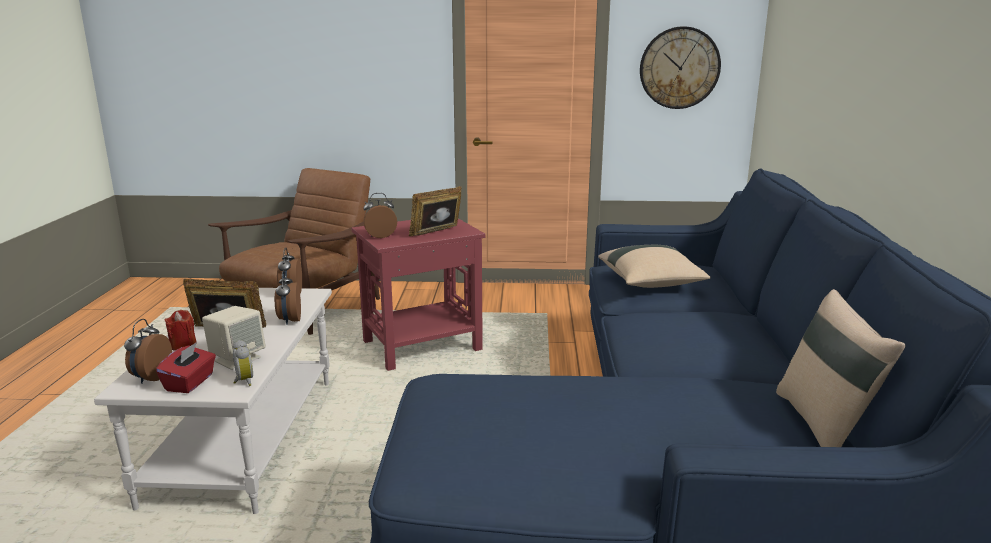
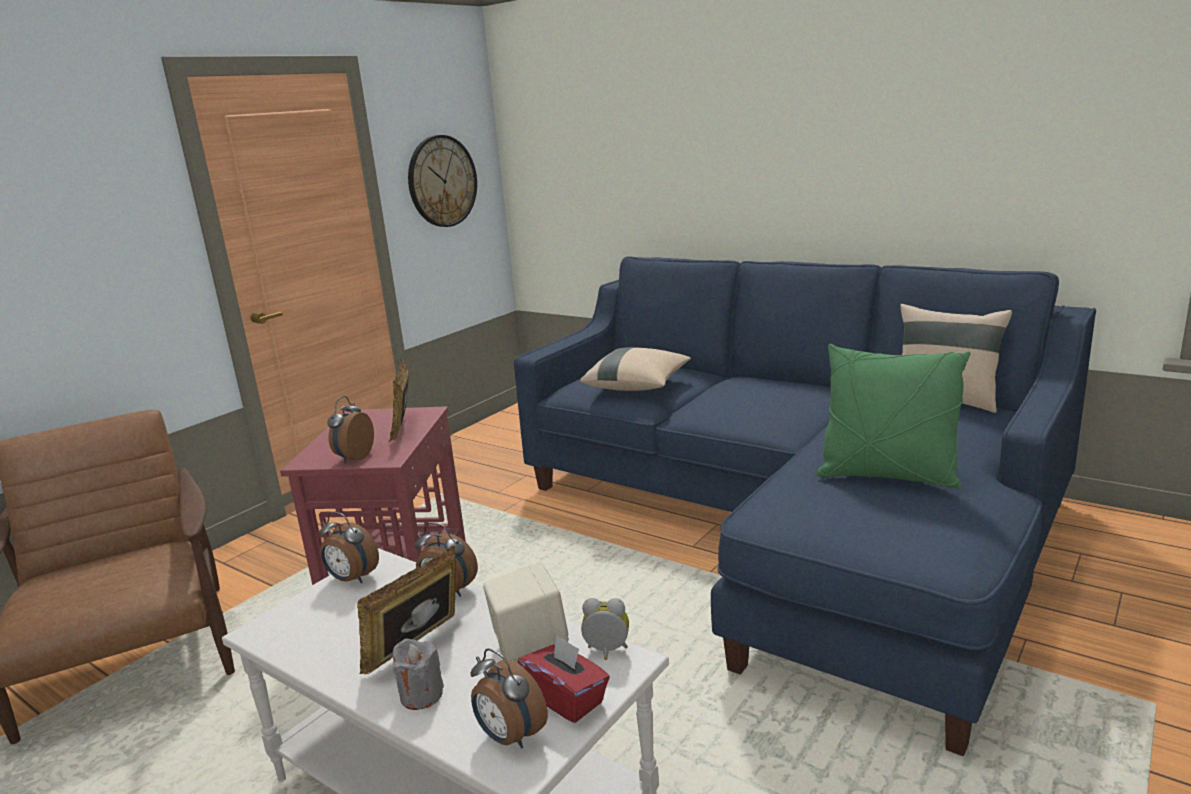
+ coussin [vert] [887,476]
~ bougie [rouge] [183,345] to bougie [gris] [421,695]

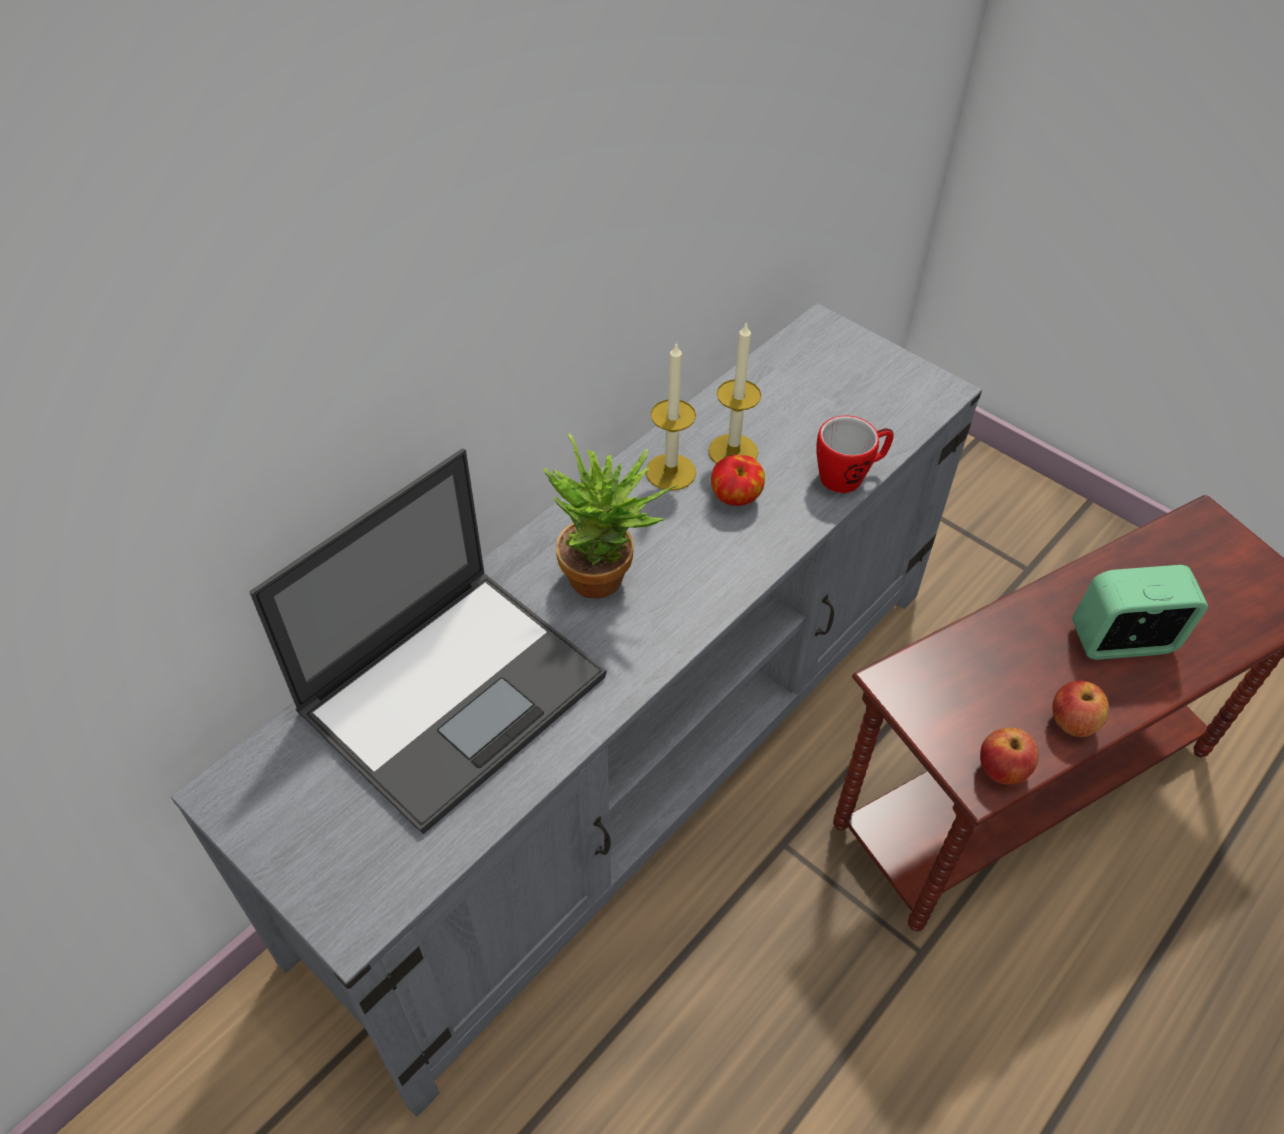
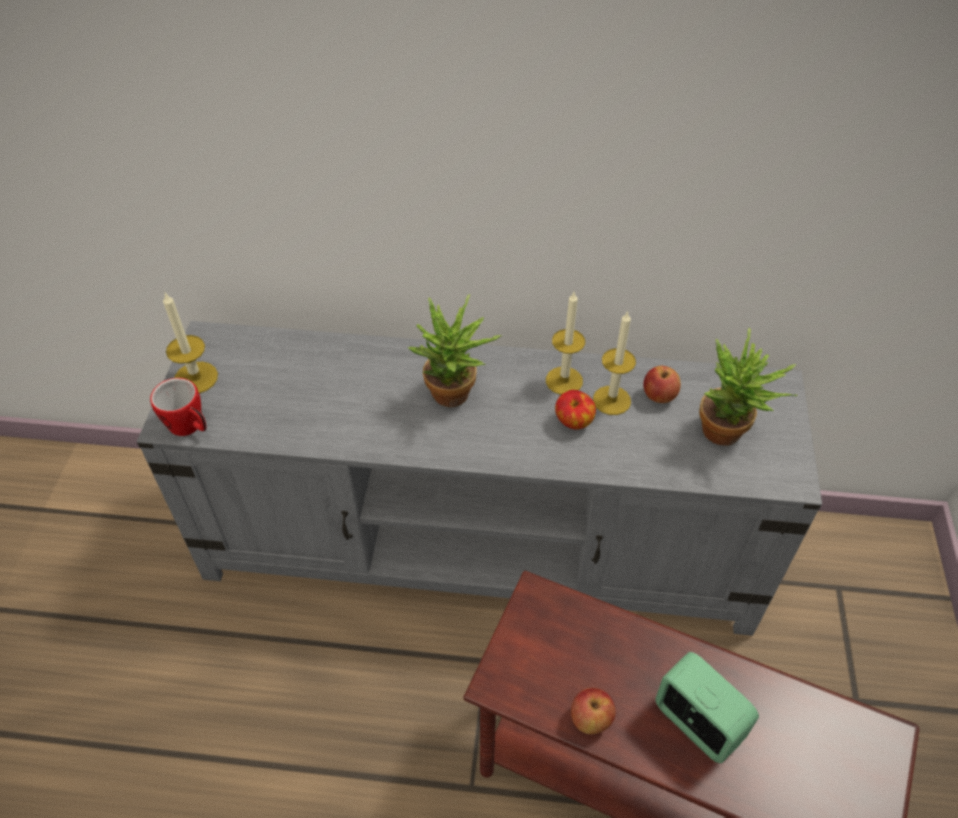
- ordinateur portable [455,691]
+ bougie [196,378]
+ plante en pot [728,435]
~ mug [849,476] to [190,427]
~ pomme [1002,770] to [658,396]

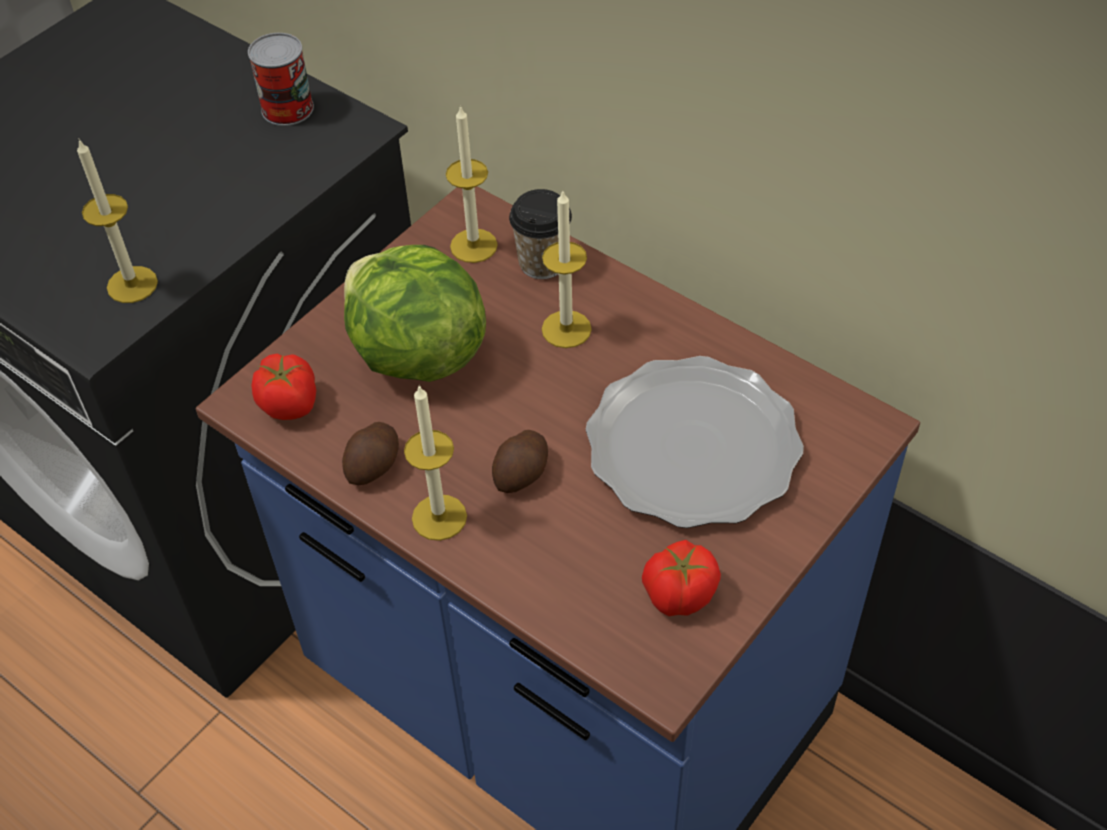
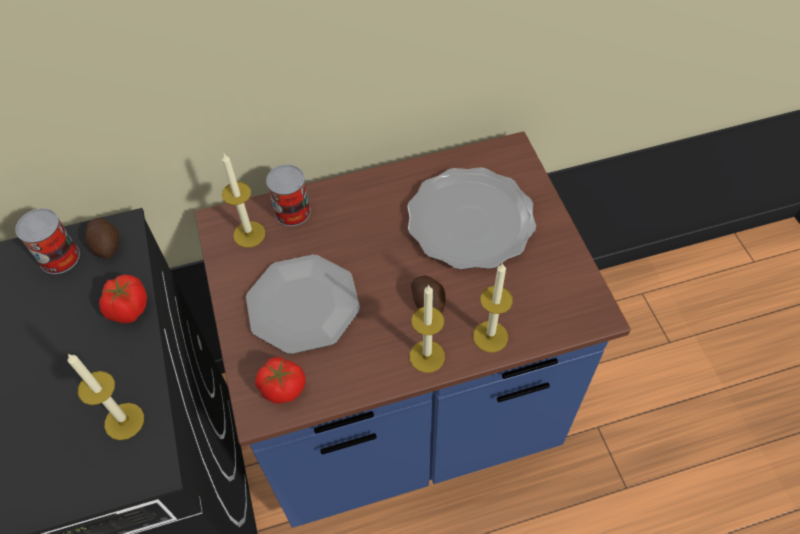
~ pomme de terre [375,465] to [107,244]
~ bougie [566,329] to [490,336]
~ tomate [678,594] to [128,309]
~ laitue [415,355] to assiette [303,305]
~ tasse [542,263] to boîte métallique [292,211]

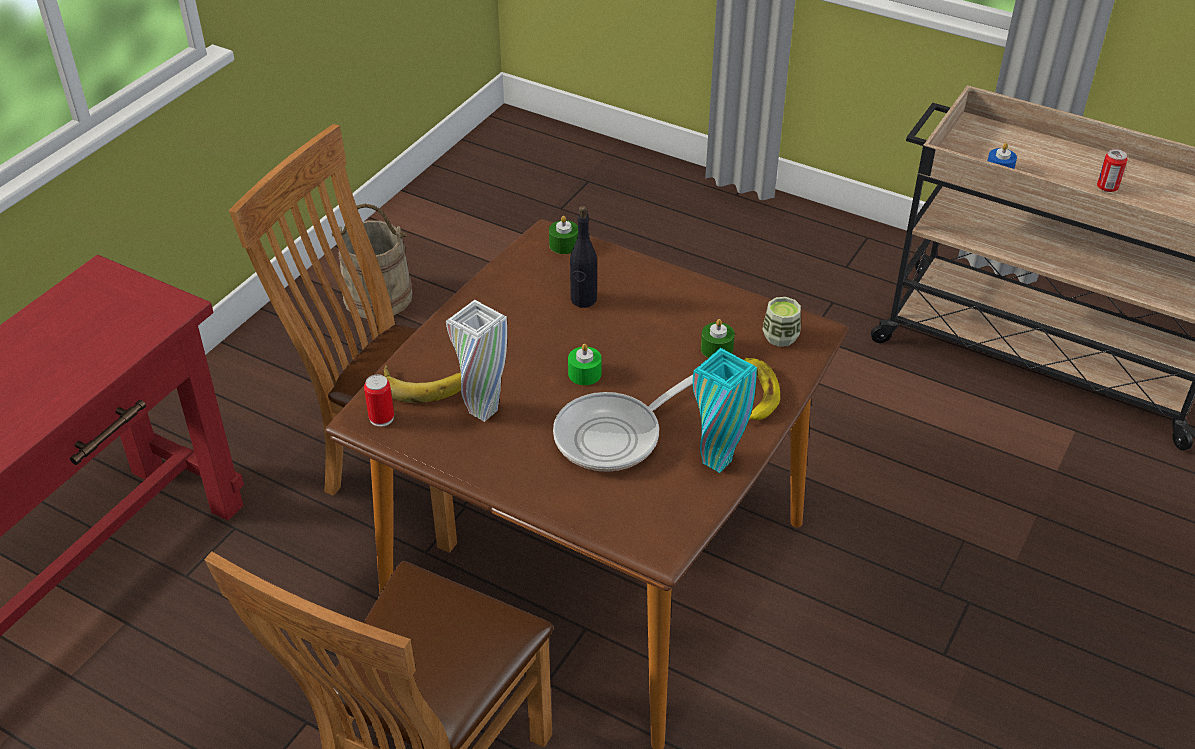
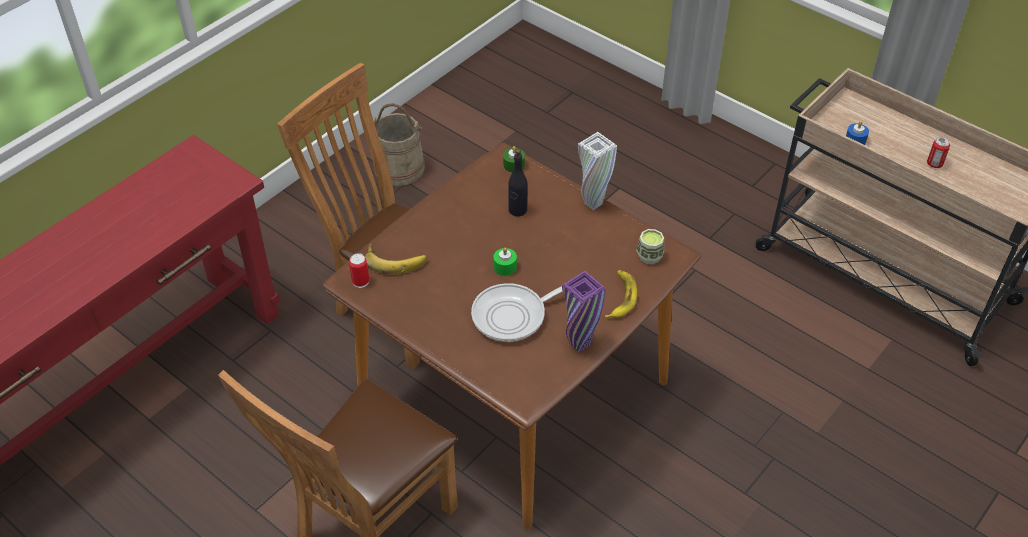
- bougie [vert] [716,349]
~ vase [blanc] [483,411] to [593,203]
~ vase [turquoise] [717,462] to vase [violet] [579,344]

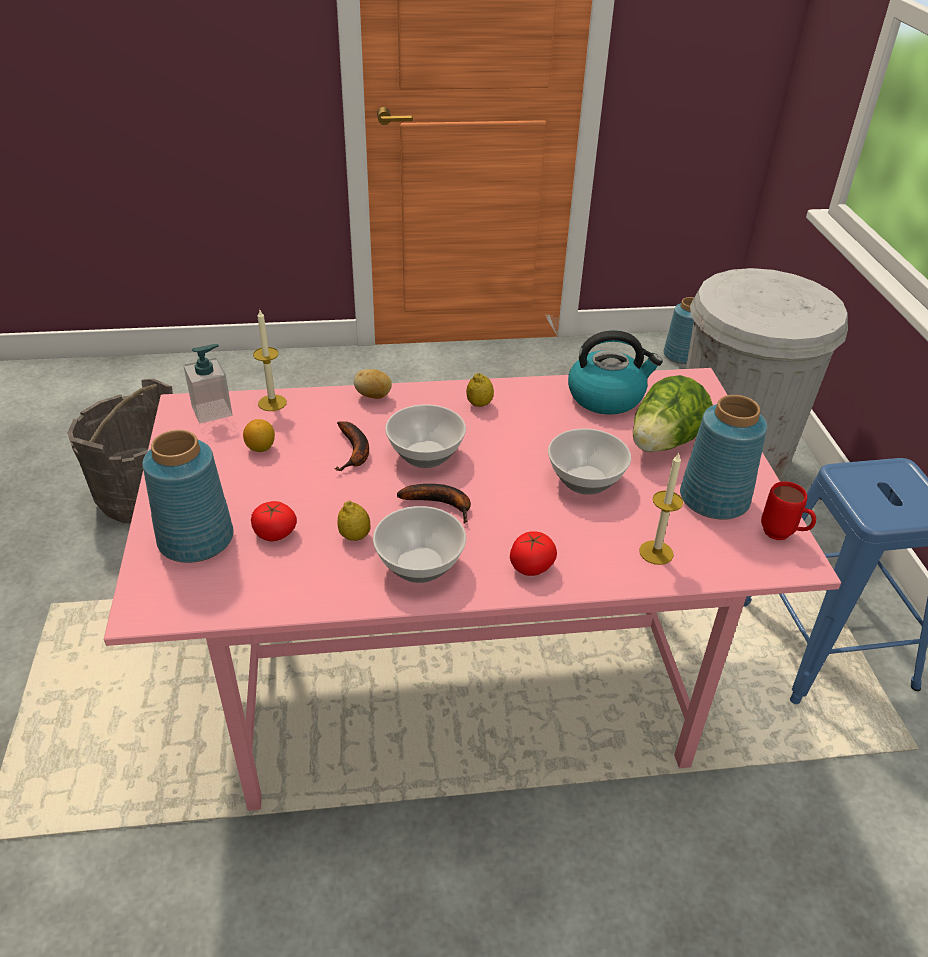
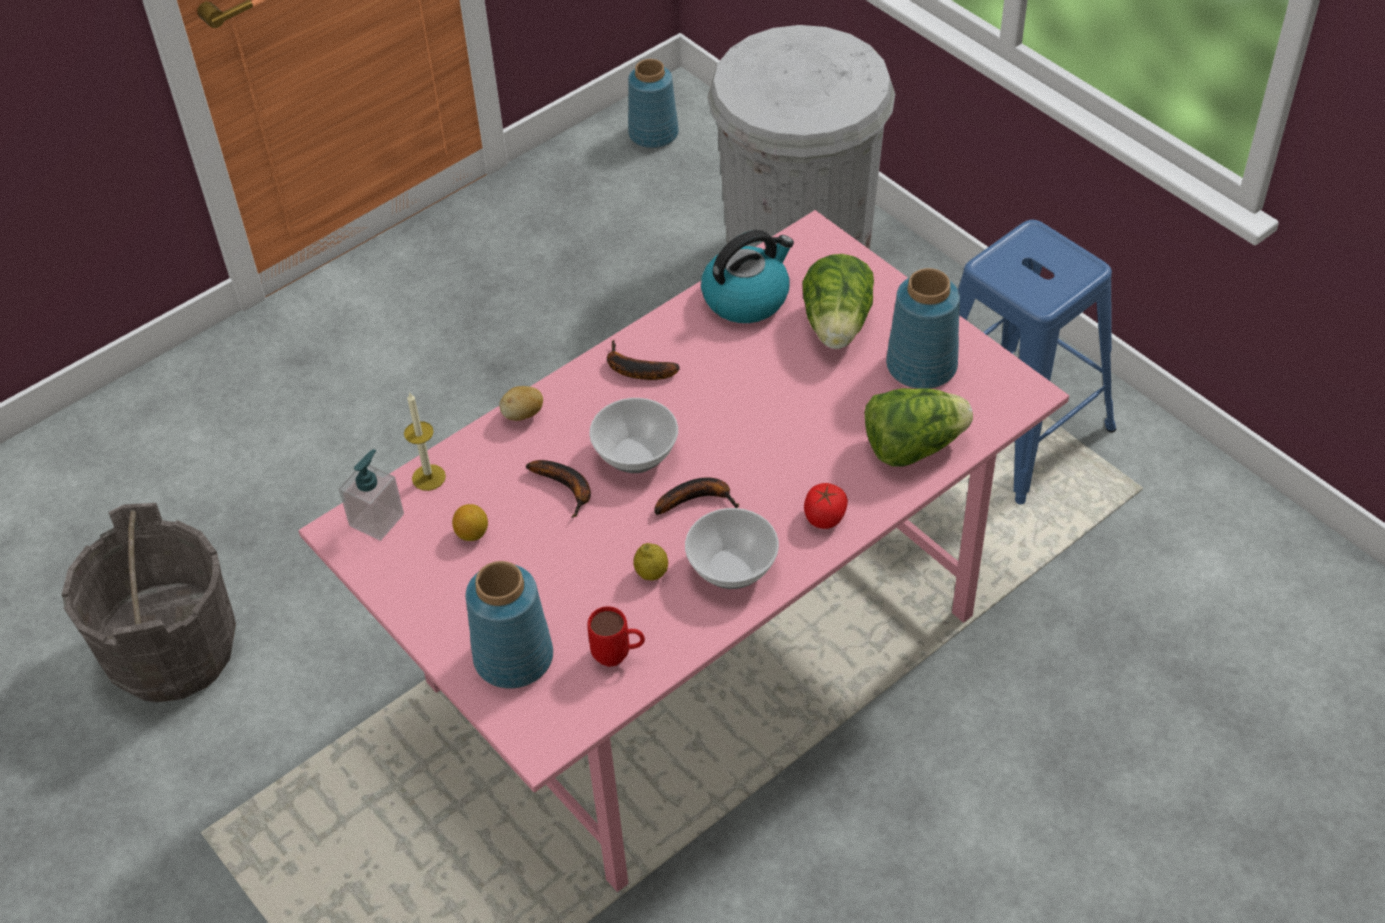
- tomate [275,532]
- bol [584,481]
~ mug [rouge] [782,536] to [619,656]
~ citron [479,404] to banane [635,370]
~ bougie [656,552] to laitue [913,447]

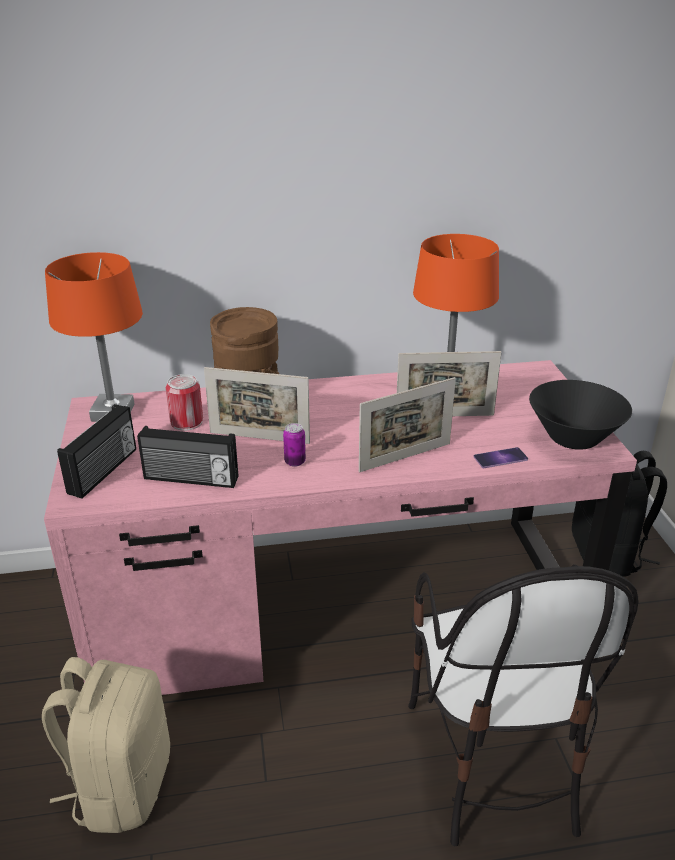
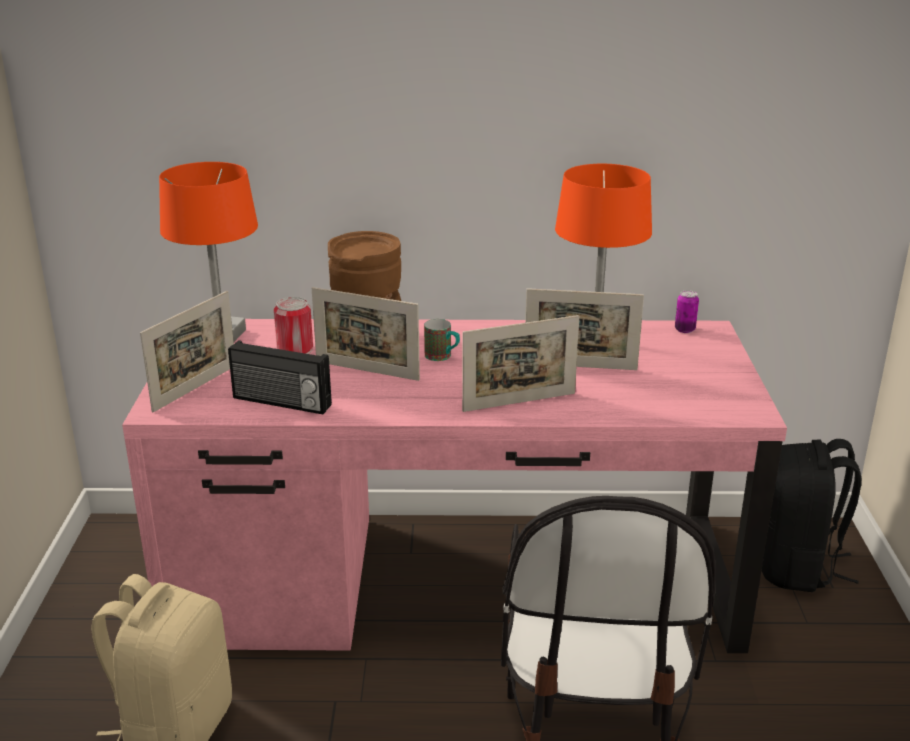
- téléphone [500,458]
- bol [noir] [573,438]
+ mug [442,357]
~ boîte métallique [295,462] to [684,330]
~ radio [104,471] to cadre photo [195,388]

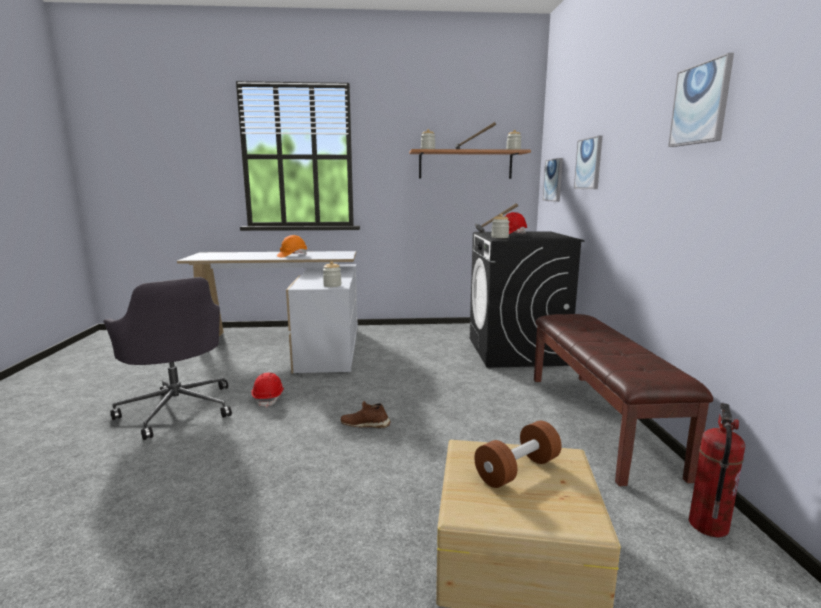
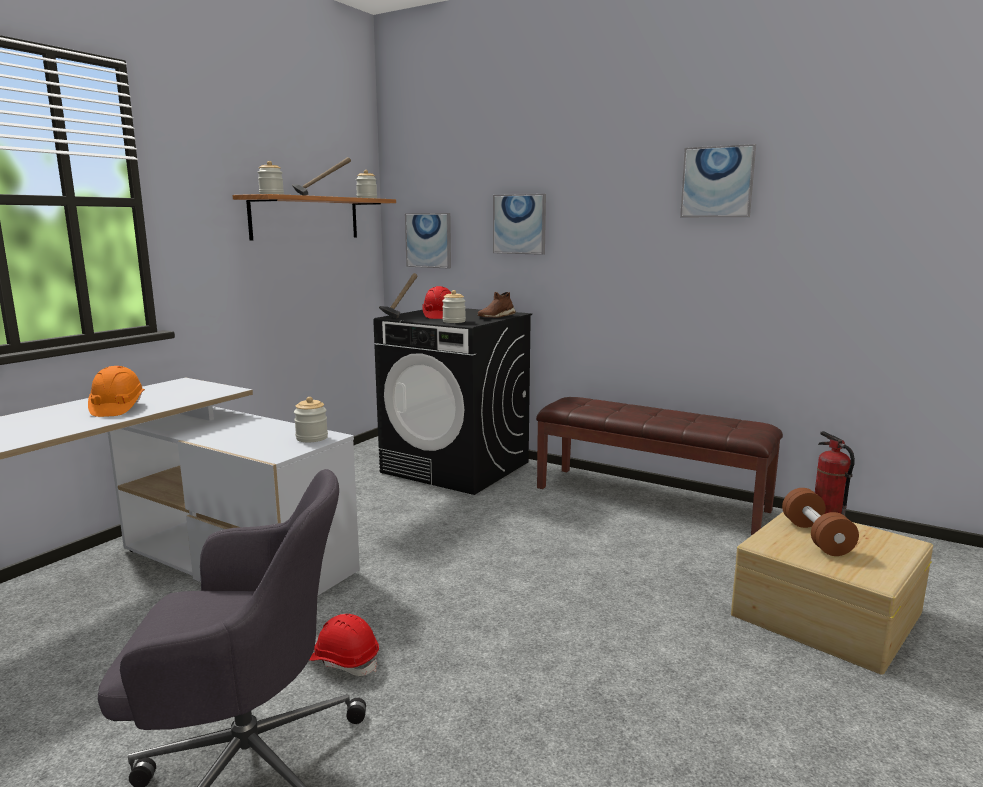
~ chaussure [marron] [365,424] to [495,317]

